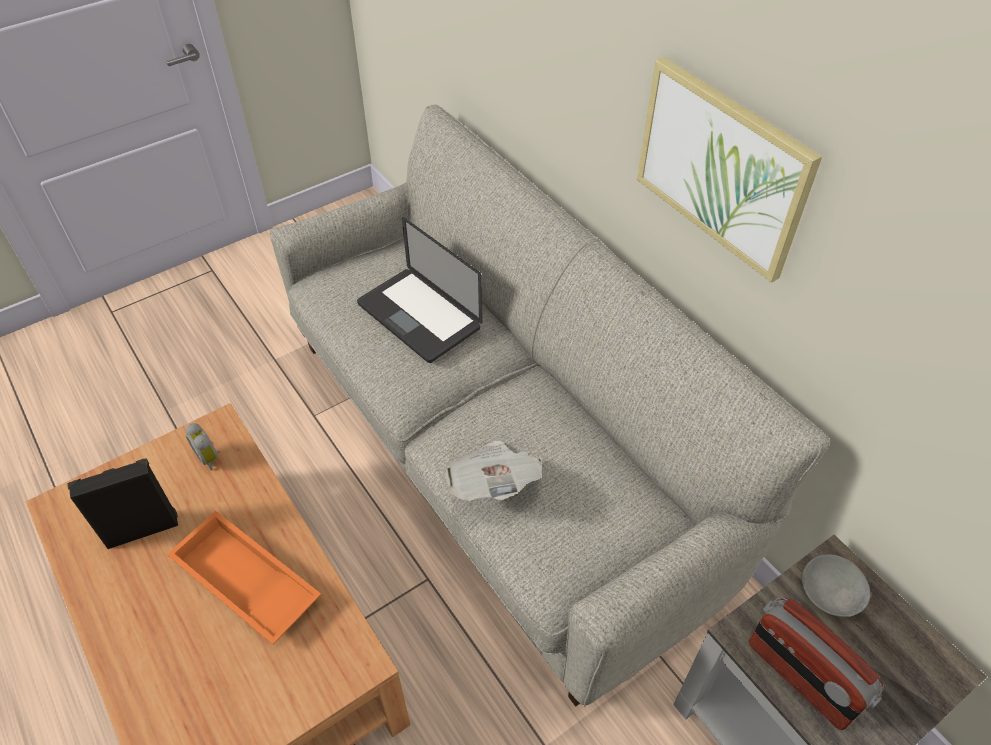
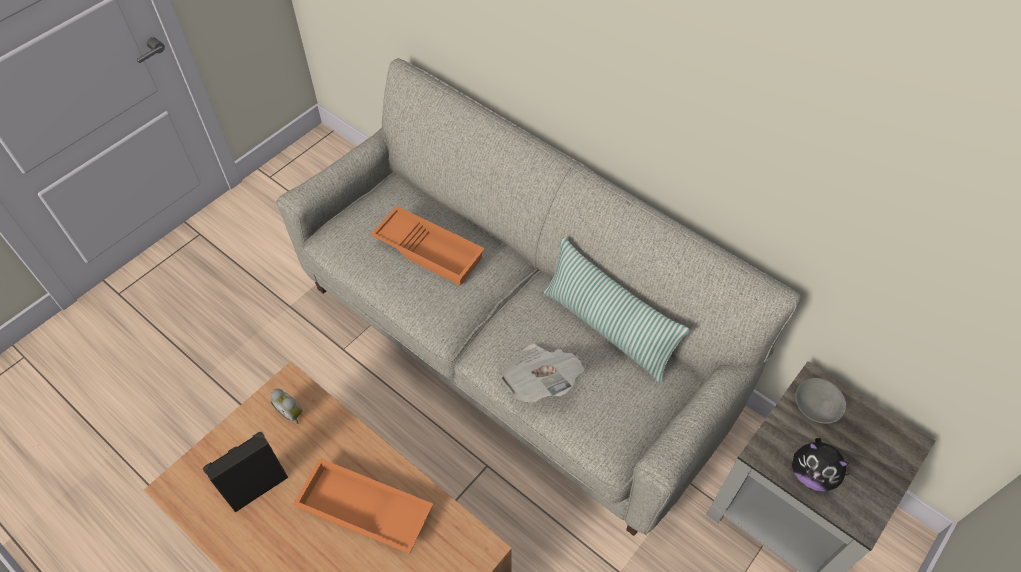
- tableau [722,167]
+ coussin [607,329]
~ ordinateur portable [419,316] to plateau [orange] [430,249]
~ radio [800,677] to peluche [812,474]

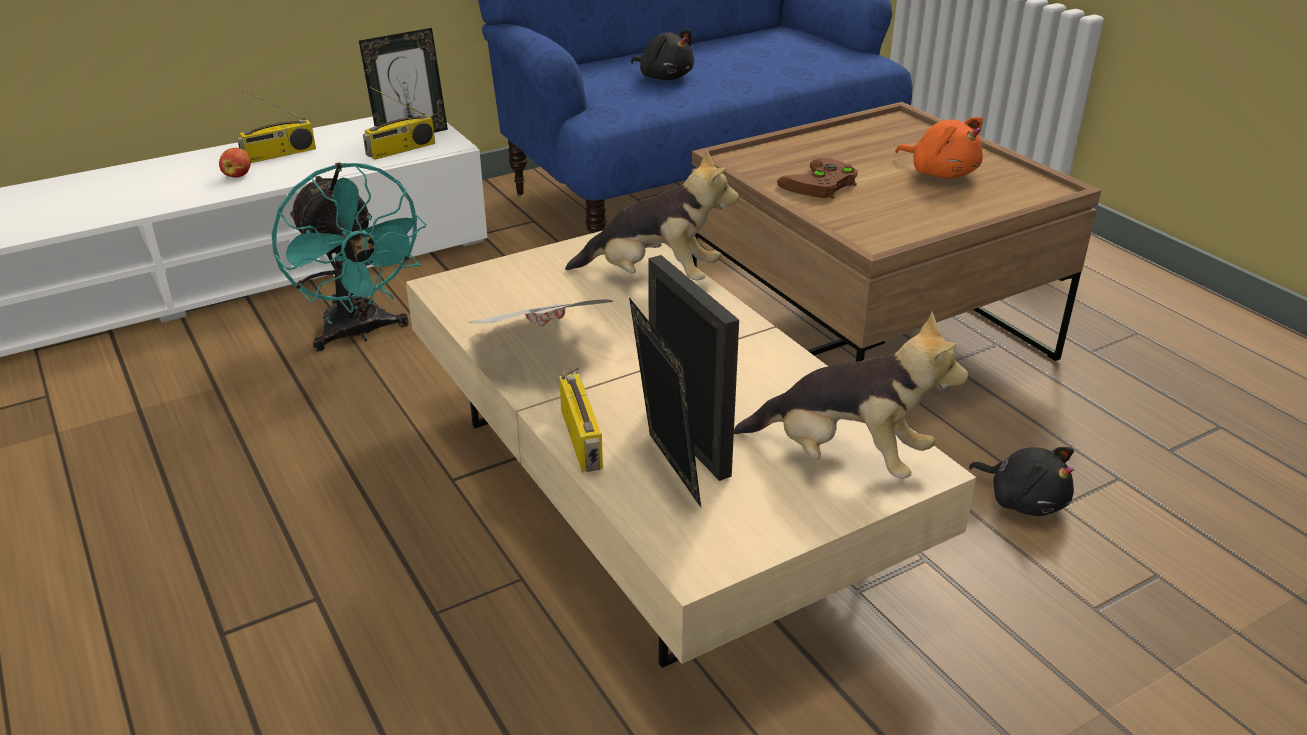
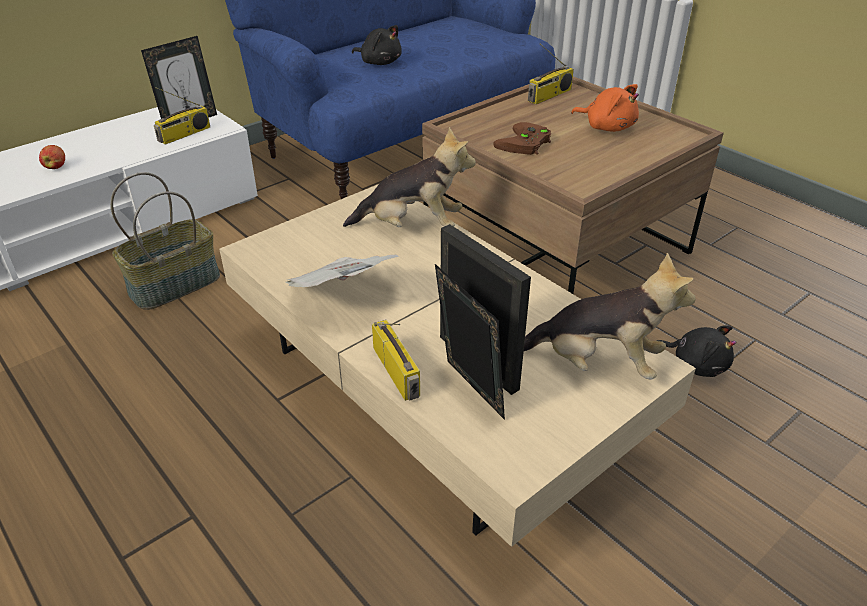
~ radio [279,154] to [549,96]
~ ventilateur [turquoise] [359,333] to panier [175,284]

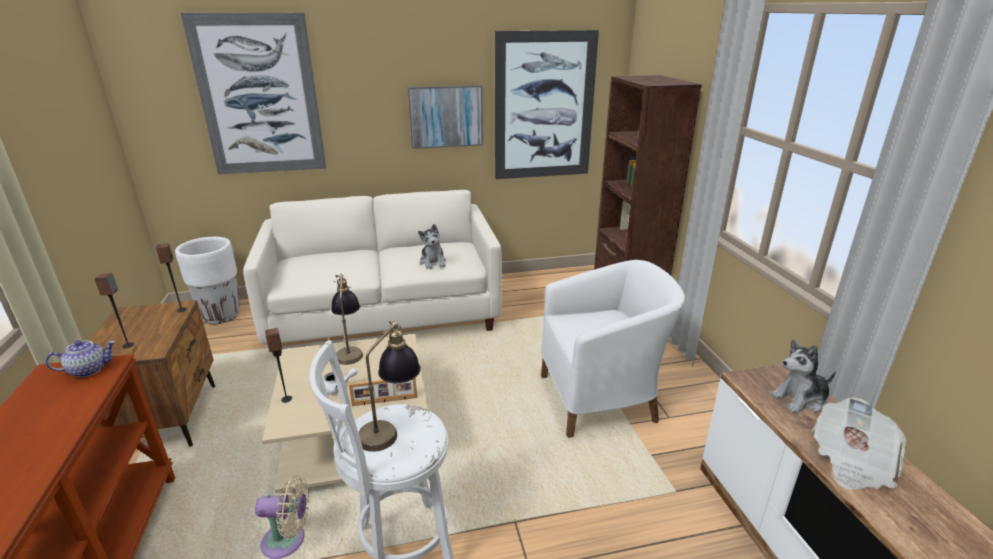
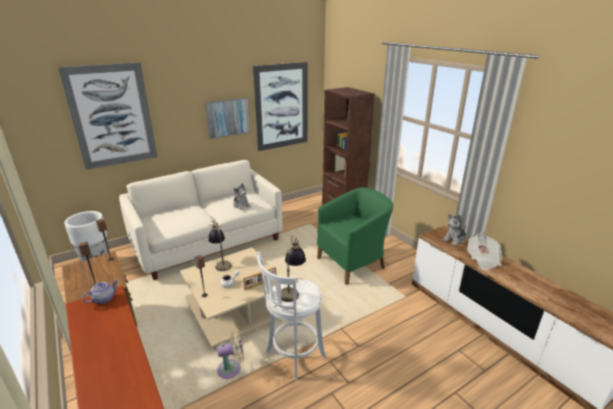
~ fauteuil [blanc] [601,399] to fauteuil [vert] [352,263]

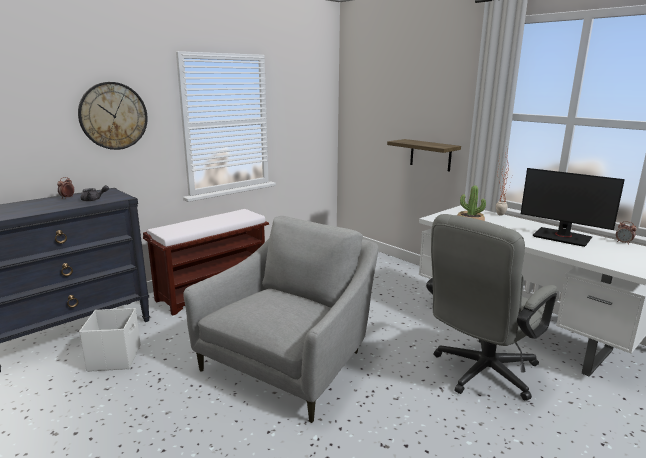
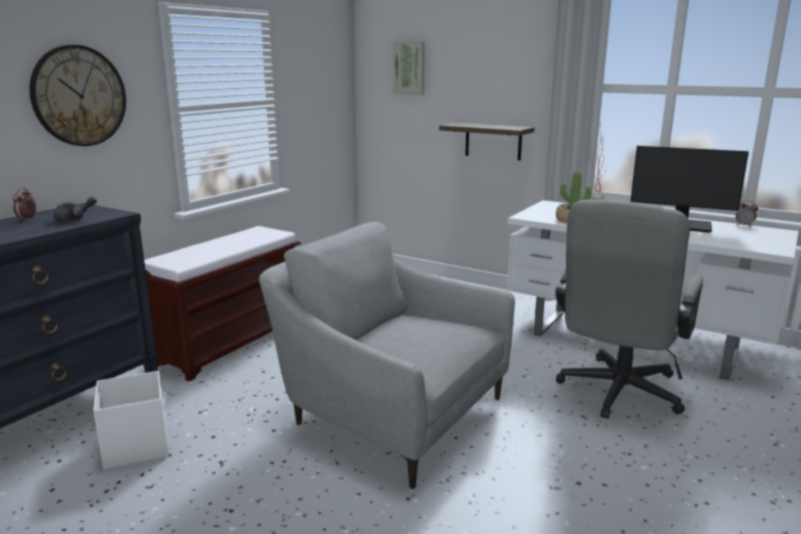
+ tableau [409,68]
~ fauteuil [gris] [291,361] = [389,413] 75 degrees counterclockwise

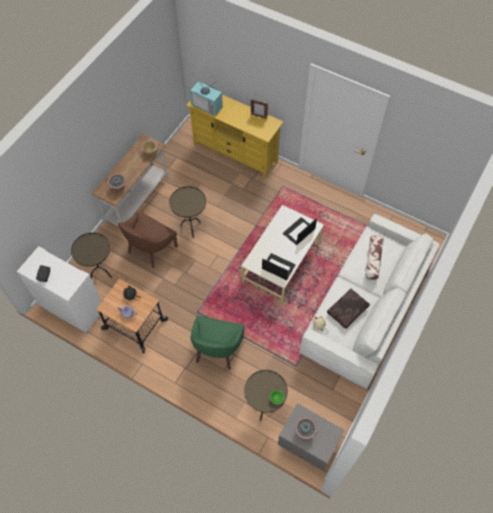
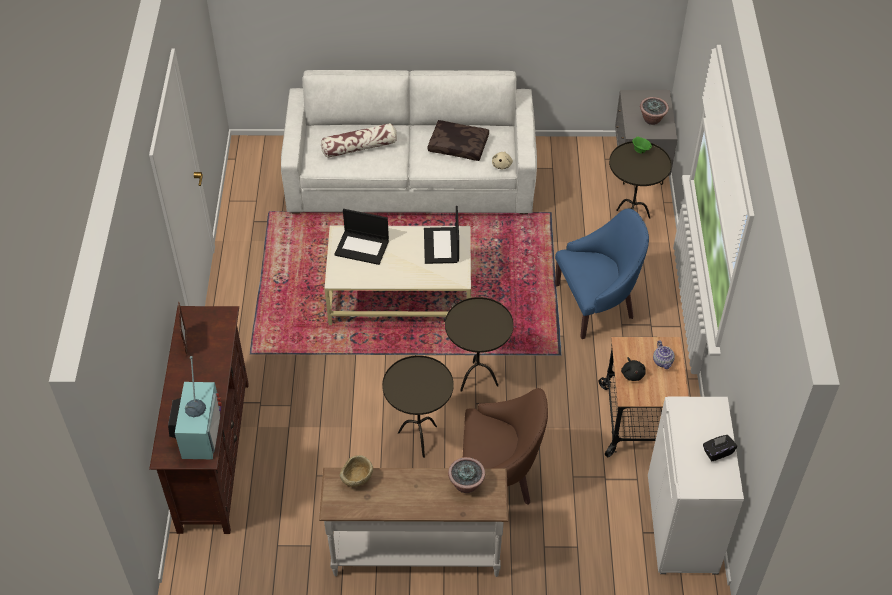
~ table d'appoint [marron] [101,274] to [477,379]
~ meuble télé [jaune] [235,153] to meuble télé [marron] [213,455]
~ fauteuil [vert] [217,350] to fauteuil [bleu] [596,304]

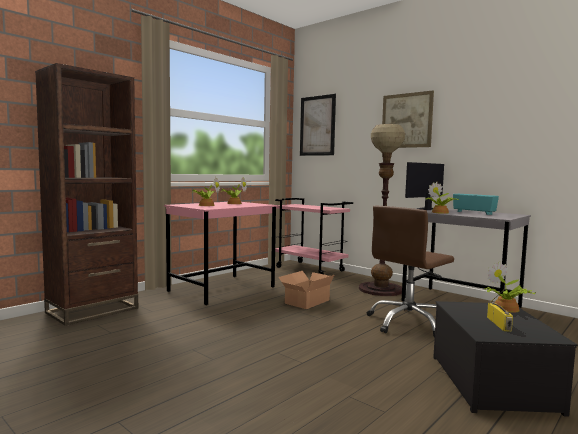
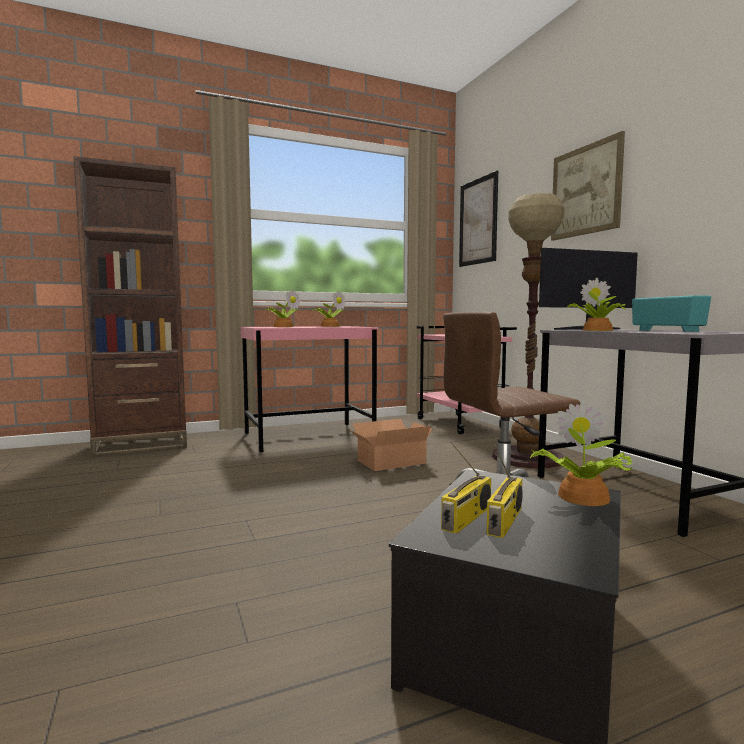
+ radio [467,519]

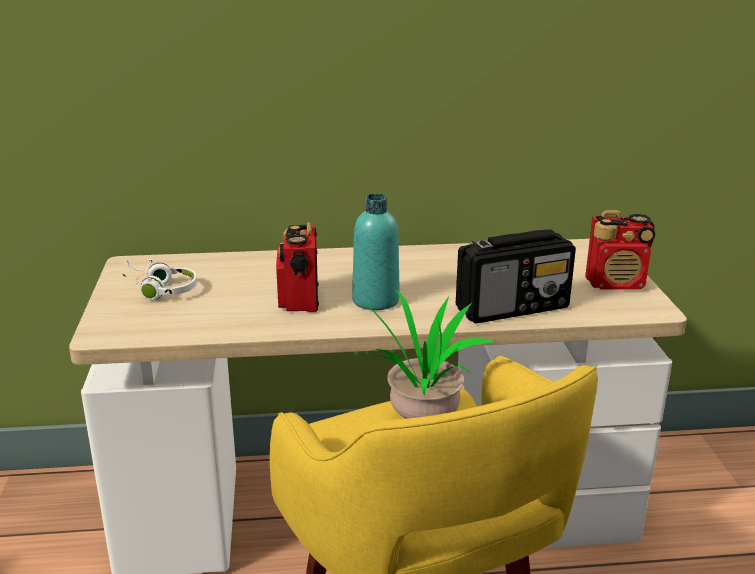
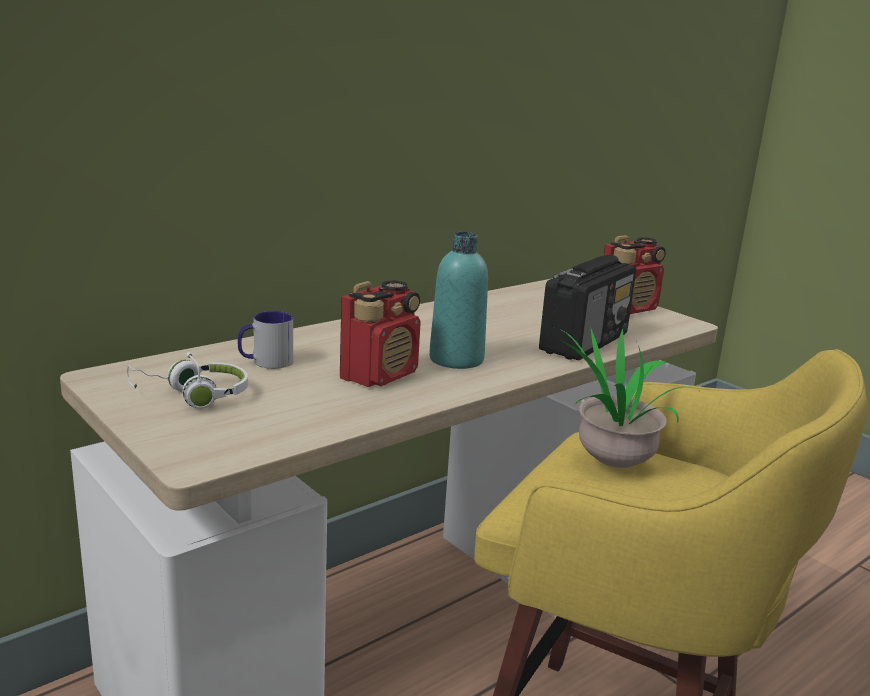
+ mug [265,362]
~ radio [299,301] = [380,375] 105 degrees counterclockwise

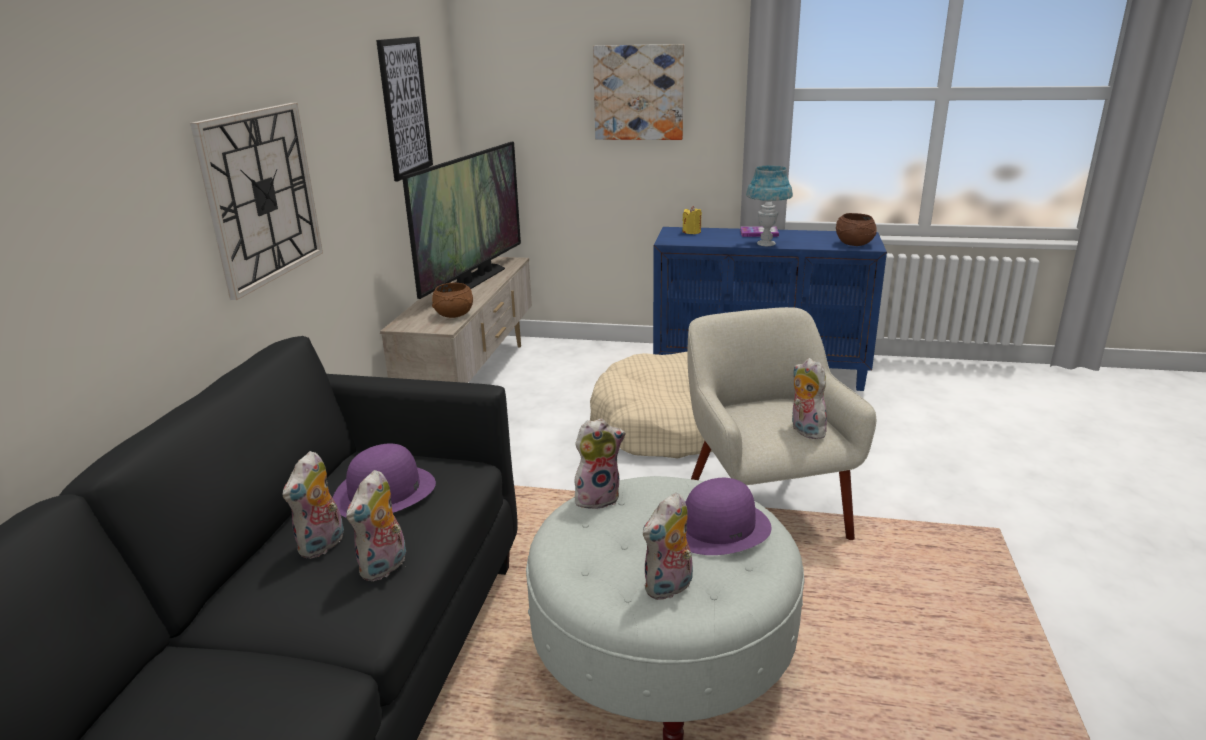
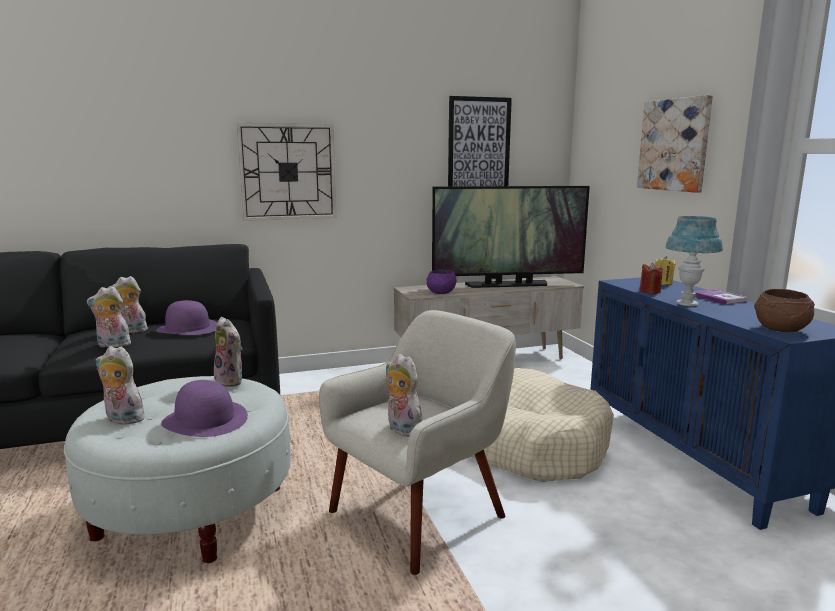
+ bougie [rouge] [649,291]
~ bol [marron] [454,315] to bol [violet] [441,293]
~ peluche [804,430] = [401,429] 75 degrees counterclockwise

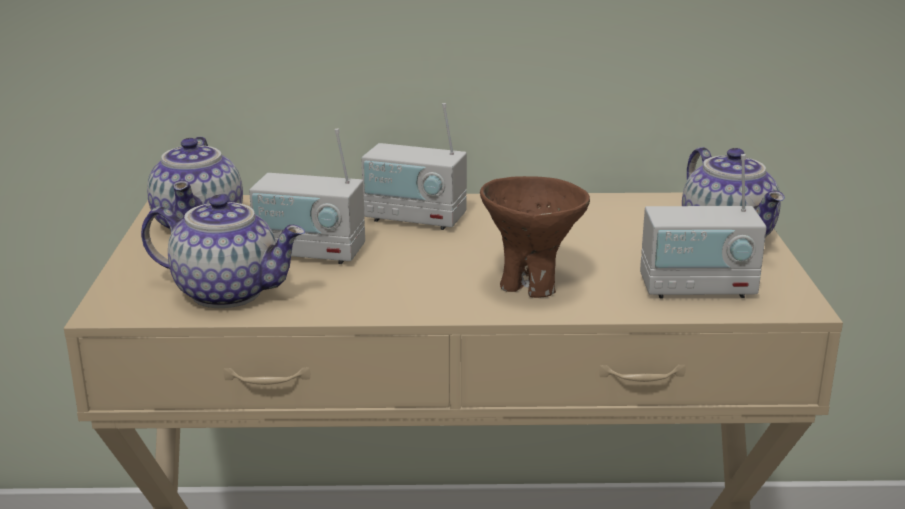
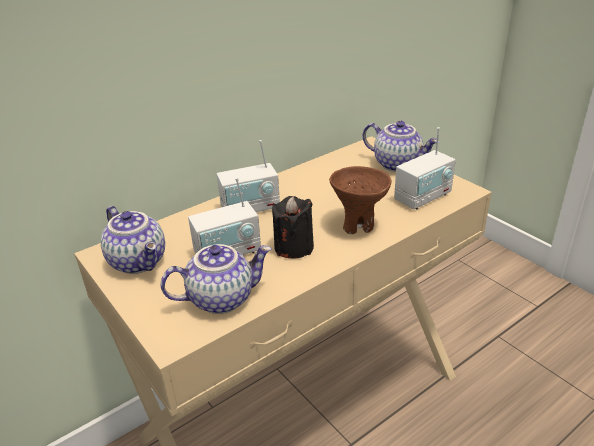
+ bougie [noir] [294,247]

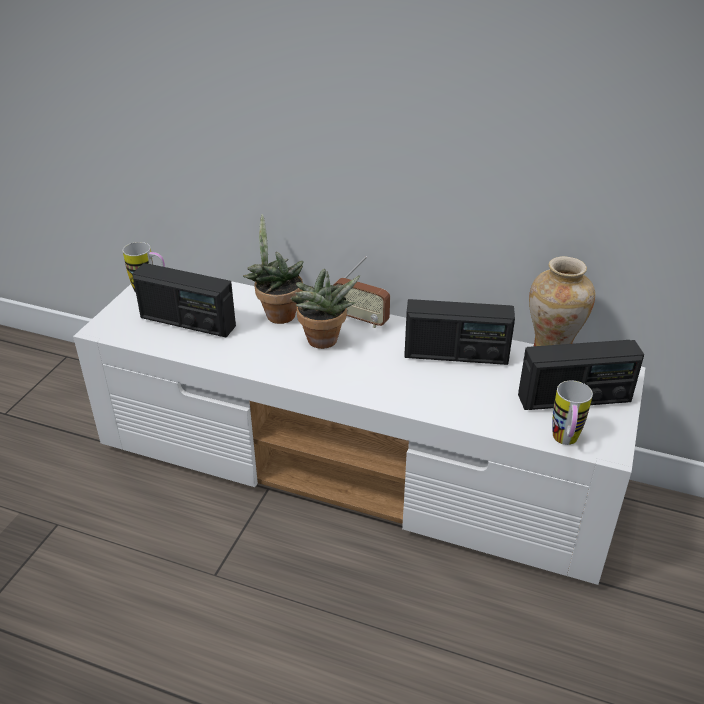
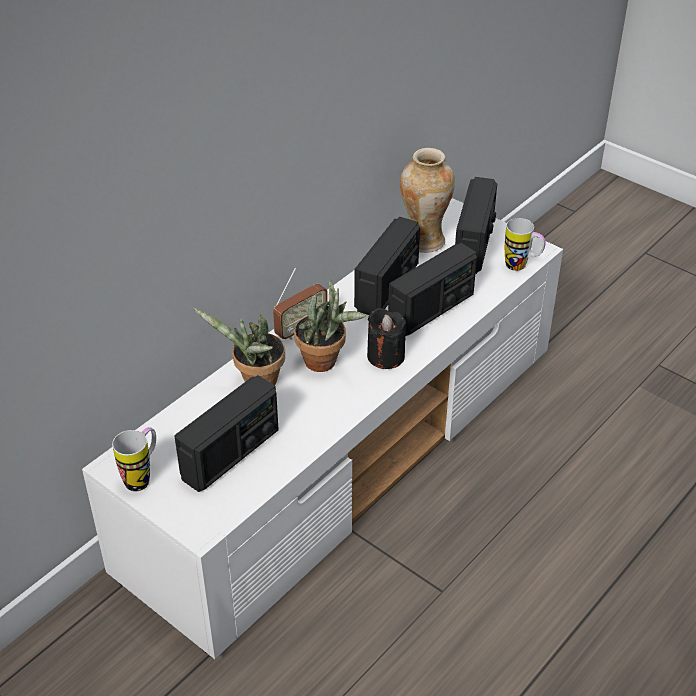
+ bougie [noir] [385,356]
+ radio [431,310]

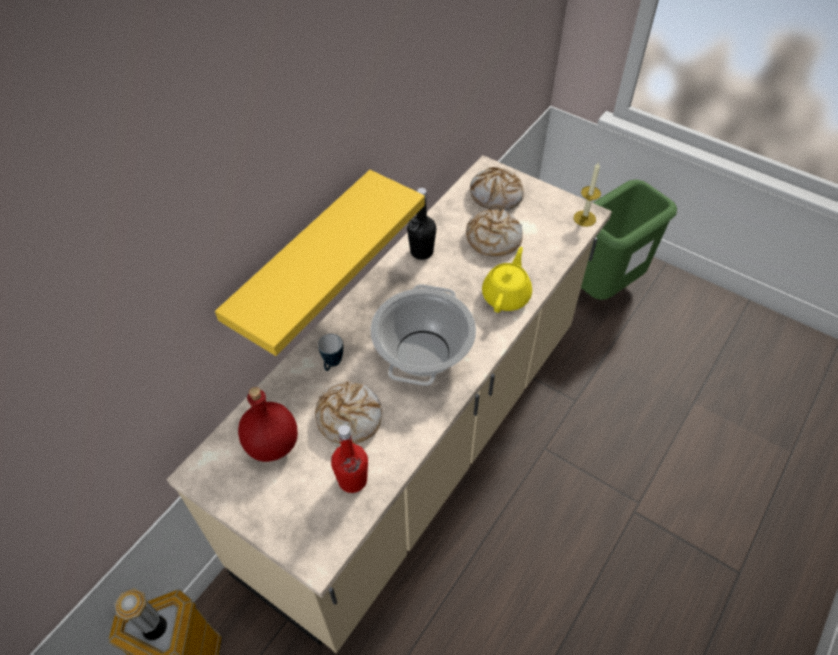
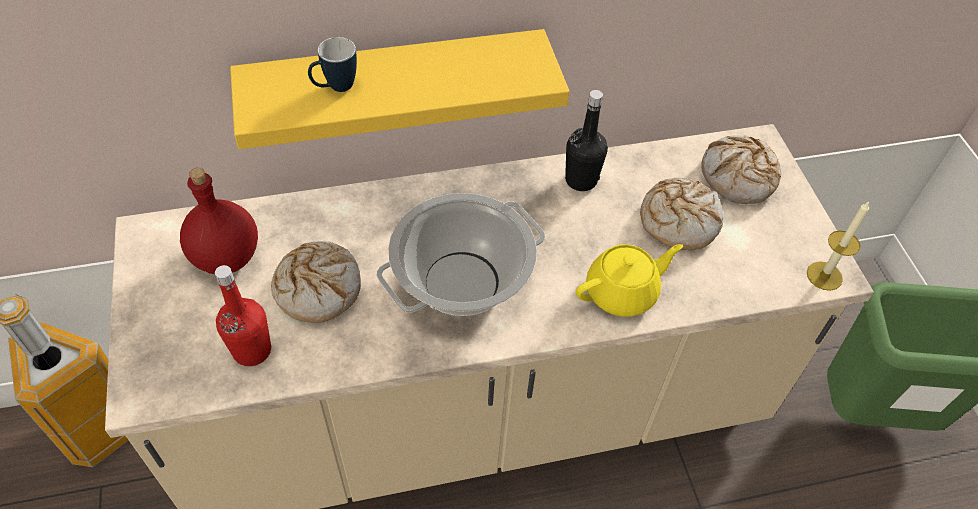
~ mug [332,365] to [335,88]

